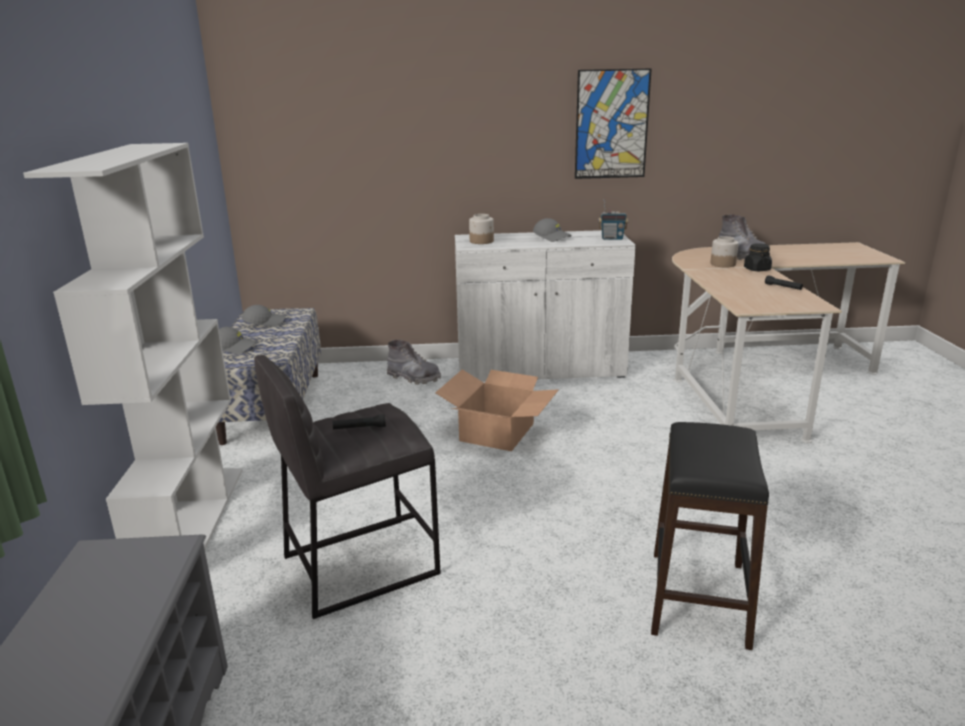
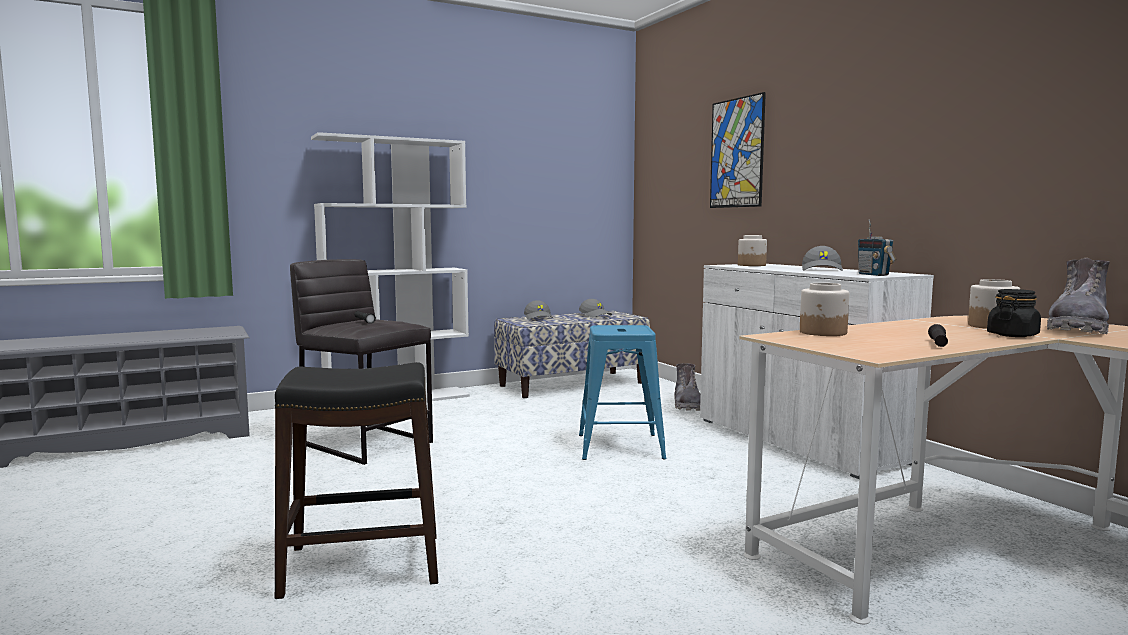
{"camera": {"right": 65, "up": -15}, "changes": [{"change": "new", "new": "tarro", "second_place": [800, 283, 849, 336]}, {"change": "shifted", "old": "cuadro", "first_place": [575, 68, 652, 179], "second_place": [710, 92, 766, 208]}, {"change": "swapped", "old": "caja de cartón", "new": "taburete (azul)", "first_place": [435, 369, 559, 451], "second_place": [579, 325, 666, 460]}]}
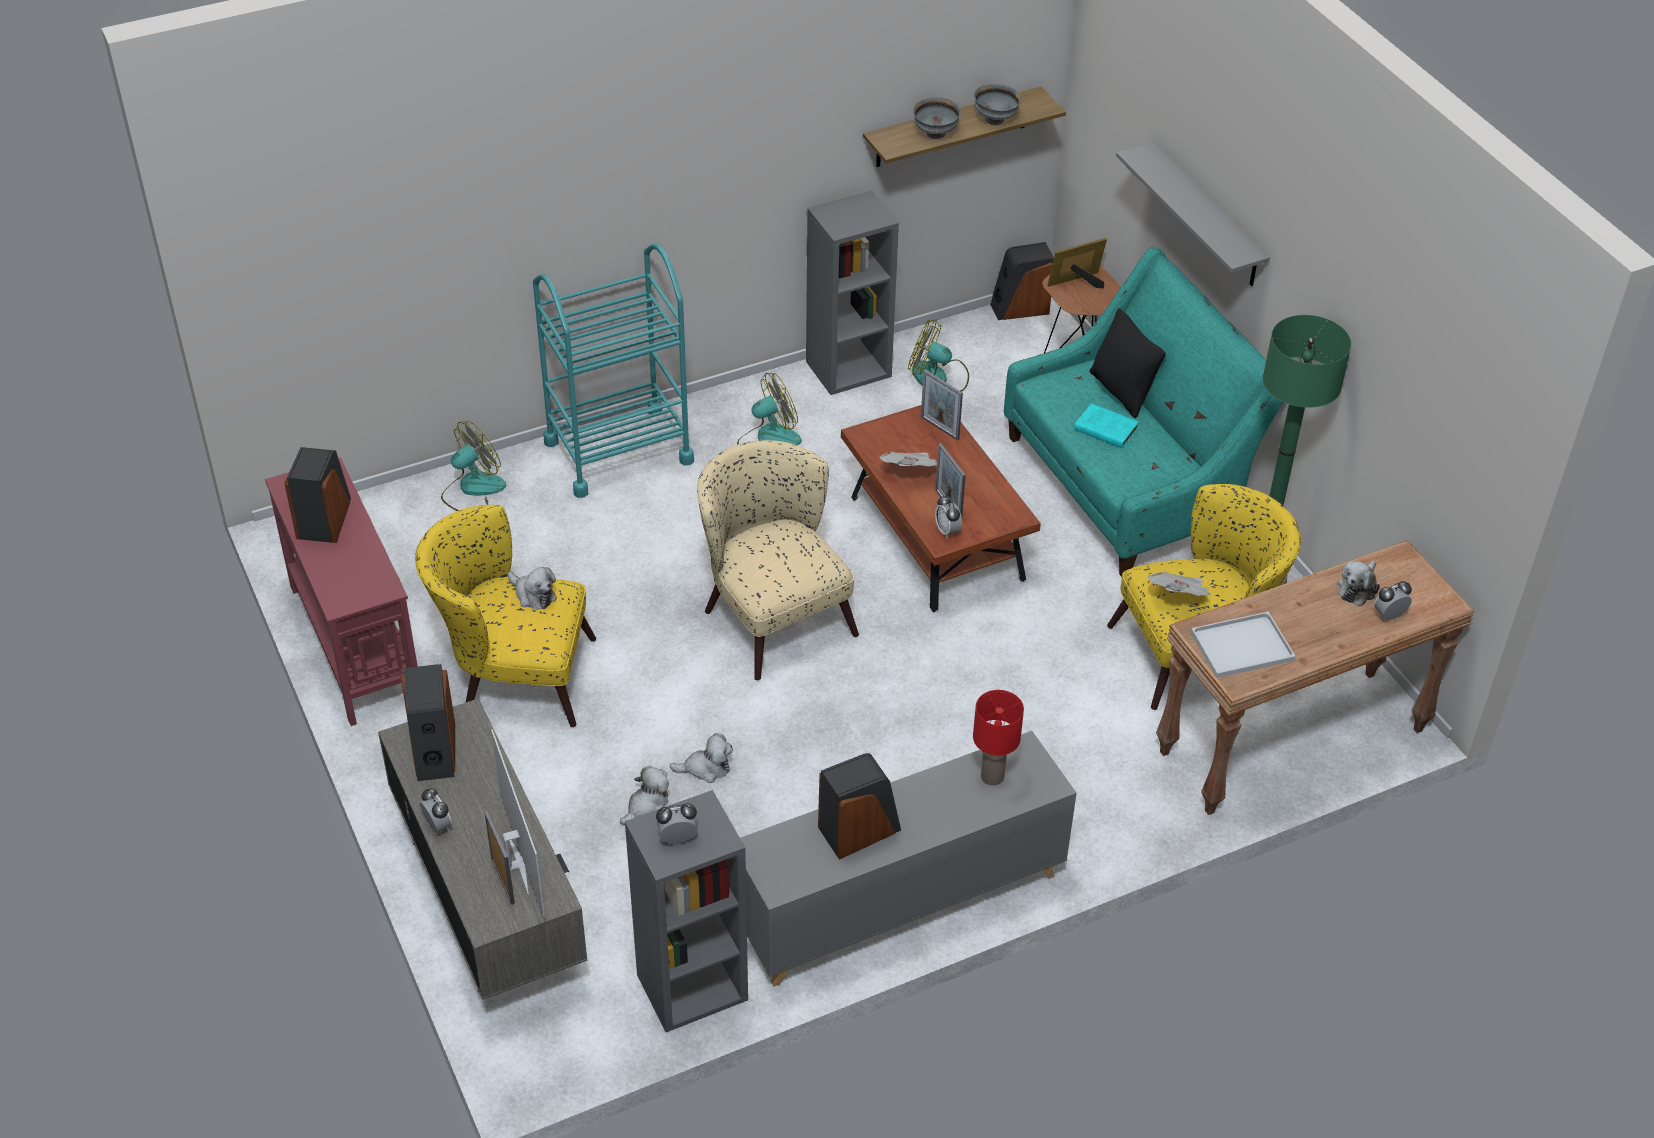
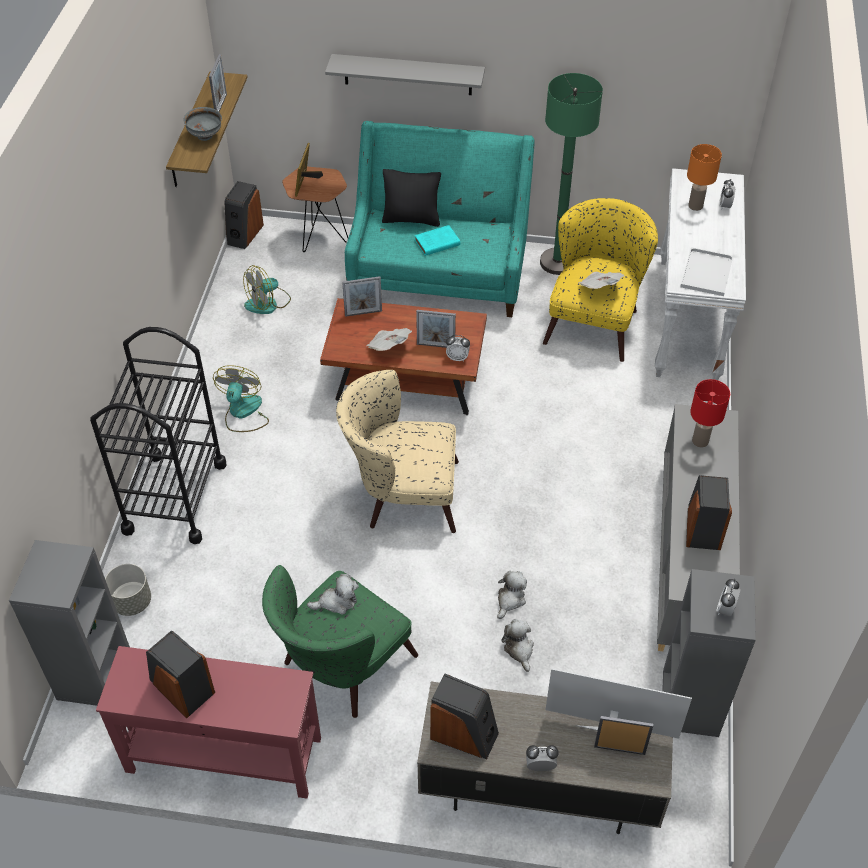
{"camera": {"right": -55, "up": 5}, "changes": [{"change": "shifted", "old": "estantería (gris)", "first_place": [806, 191, 899, 395], "second_place": [9, 540, 130, 706]}, {"change": "swapped", "old": "ventilador", "new": "maceta (gris)", "first_place": [441, 421, 506, 511], "second_place": [105, 564, 151, 616]}, {"change": "swapped", "old": "cuenco (gris)", "new": "portarretratos", "first_place": [974, 84, 1022, 125], "second_place": [209, 54, 227, 112]}, {"change": "swapped", "old": "peluche", "new": "lámpara de mesa (naranja)", "first_place": [1337, 561, 1380, 606], "second_place": [687, 144, 722, 211]}, {"change": "repainted", "old": "sillón (amarillo)", "new": "sillón (verde)", "first_place": [415, 505, 596, 727], "second_place": [262, 565, 418, 718]}, {"change": "repainted", "old": "carrito (turquesa)", "new": "carrito (negro)", "first_place": [533, 244, 694, 498], "second_place": [90, 327, 227, 544]}, {"change": "repainted", "old": "mesa consola (marrón)", "new": "mesa consola (blanco)", "first_place": [1156, 540, 1475, 815], "second_place": [655, 168, 746, 380]}]}
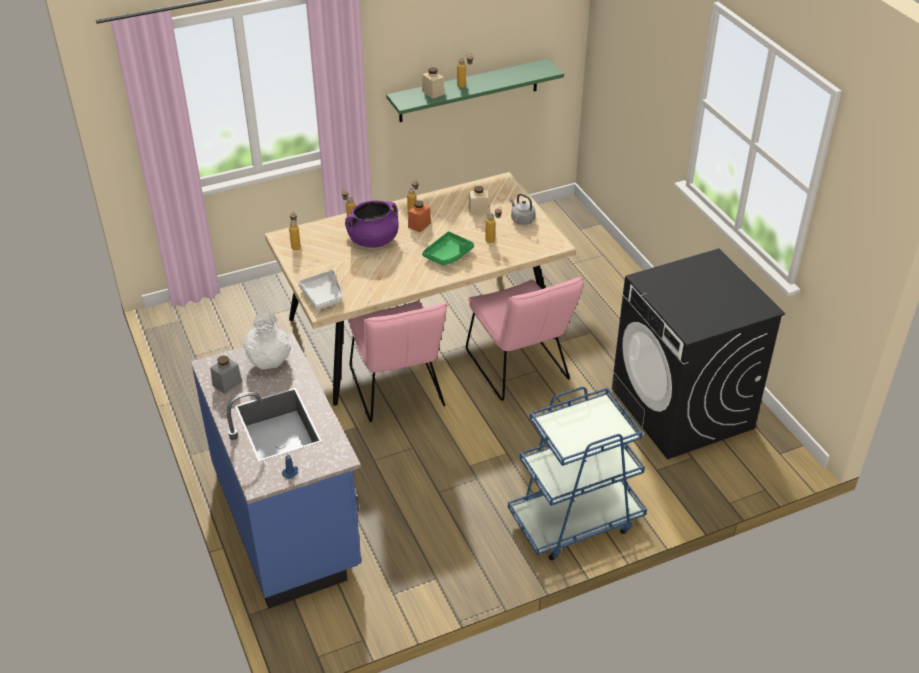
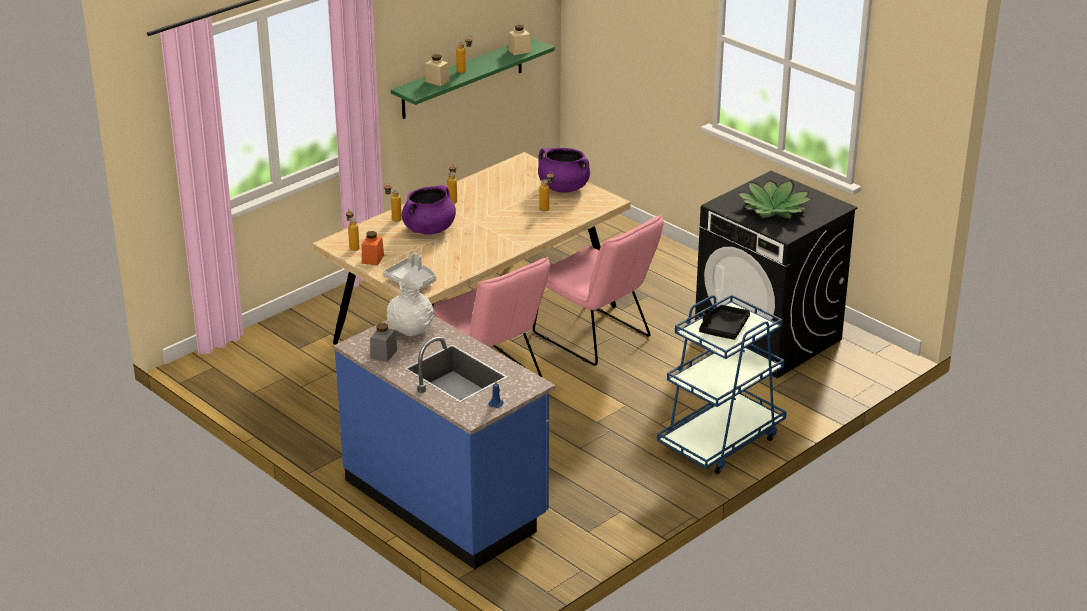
{"camera": {"right": -20, "up": -10}, "changes": [{"change": "gone", "old": "bandeja (verde)", "first_place": [422, 231, 474, 265]}, {"change": "new", "new": "bandeja (negro)", "second_place": [699, 305, 750, 340]}, {"change": "new", "new": "planta en maceta", "second_place": [737, 180, 812, 219]}, {"change": "shifted", "old": "tarro (naranja)", "first_place": [408, 200, 431, 233], "second_place": [362, 231, 384, 266]}, {"change": "shifted", "old": "tarro (beis)", "first_place": [469, 186, 489, 215], "second_place": [508, 25, 531, 55]}, {"change": "swapped", "old": "hervidor (gris)", "new": "olla (morado)", "first_place": [510, 194, 535, 225], "second_place": [538, 148, 590, 193]}]}
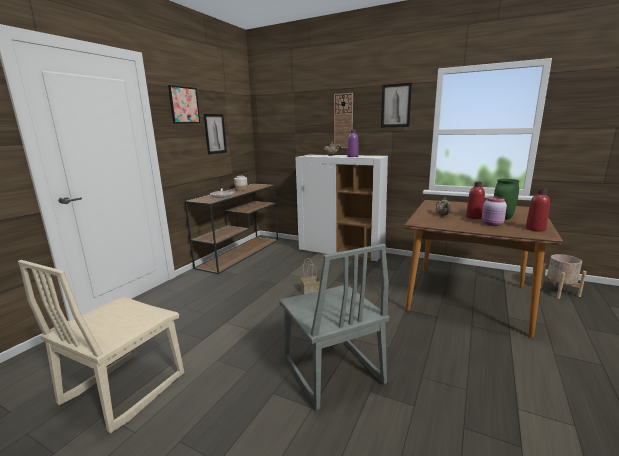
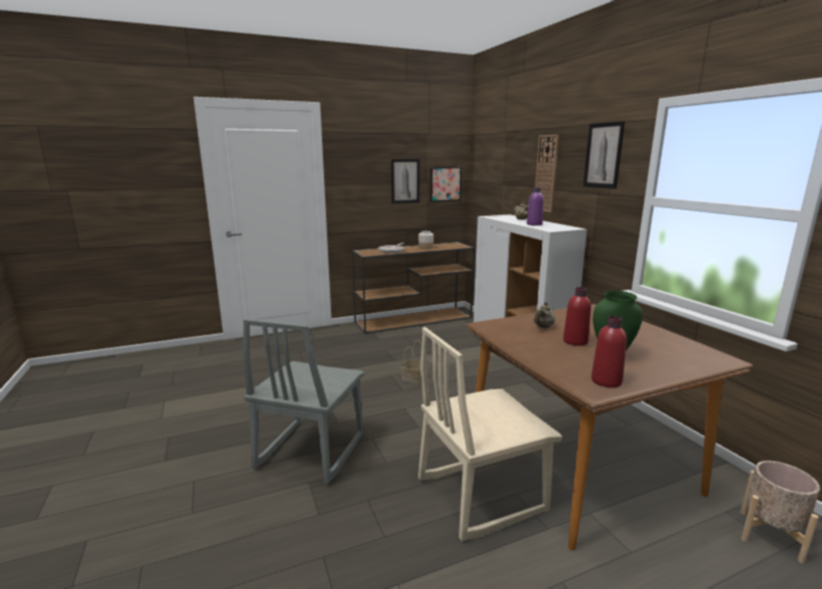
{"camera": {"right": 40, "up": 0}, "changes": [{"change": "gone", "old": "tarro (rosa)", "first_place": [482, 196, 507, 226]}, {"change": "shifted", "old": "silla (beis)", "first_place": [18, 260, 184, 434], "second_place": [418, 327, 562, 541]}, {"change": "shifted", "old": "cuadro", "first_place": [168, 85, 200, 123], "second_place": [430, 167, 462, 202]}]}
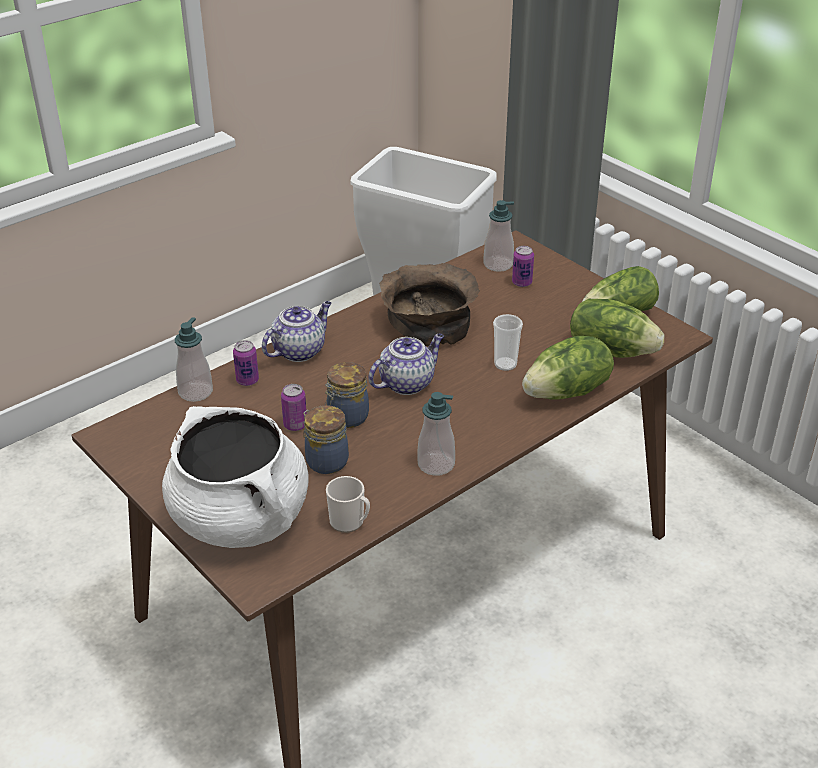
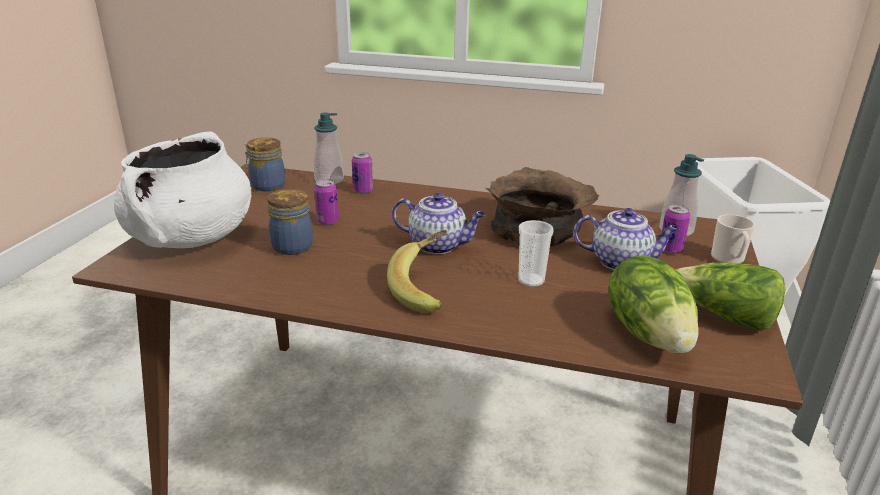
{"camera": {"right": 55, "up": -10}, "changes": [{"change": "gone", "old": "dispensador de jabón", "first_place": [418, 392, 455, 476]}, {"change": "gone", "old": "lechuga", "first_place": [522, 336, 614, 400]}, {"change": "new", "new": "plátano", "second_place": [387, 230, 448, 313]}, {"change": "shifted", "old": "tetera", "first_place": [262, 301, 331, 362], "second_place": [573, 208, 680, 270]}, {"change": "shifted", "old": "tarro", "first_place": [325, 362, 369, 428], "second_place": [245, 137, 285, 191]}, {"change": "shifted", "old": "taza grande", "first_place": [326, 476, 370, 533], "second_place": [711, 214, 755, 264]}]}
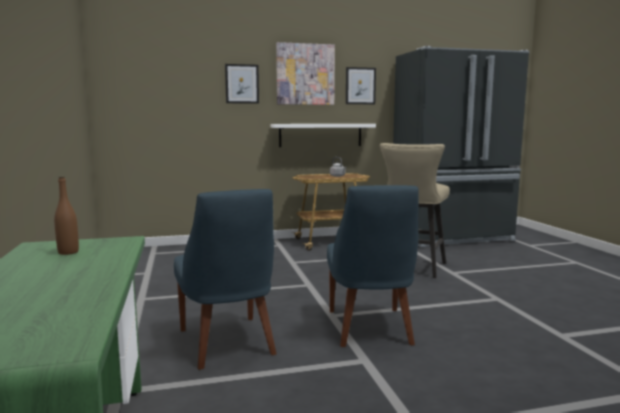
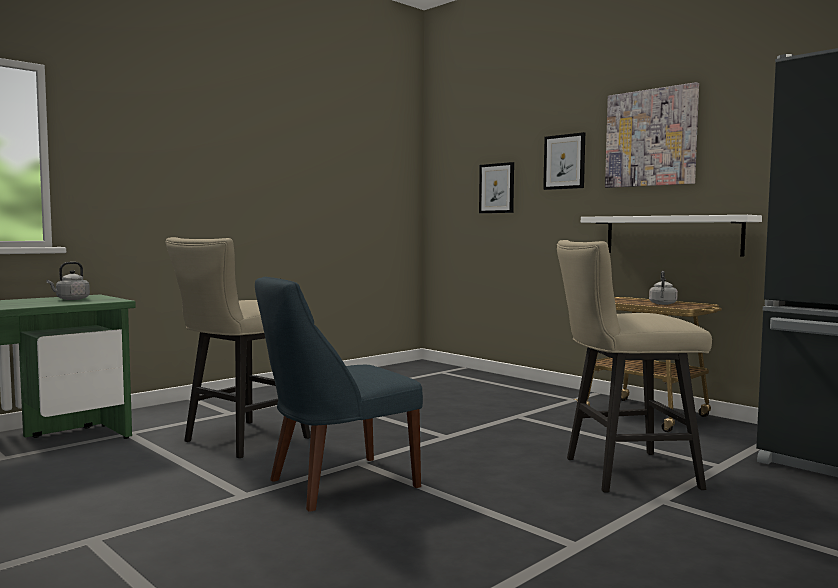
{"camera": {"right": 60, "up": -5}, "changes": [{"change": "shifted", "old": "cuadro", "first_place": [346, 67, 376, 104], "second_place": [479, 162, 514, 213]}, {"change": "swapped", "old": "botella (marrón)", "new": "hervidor (gris)", "first_place": [54, 177, 79, 255], "second_place": [46, 262, 90, 300]}, {"change": "swapped", "old": "silla (azul)", "new": "taburete (beis)", "first_place": [174, 189, 277, 370], "second_place": [165, 237, 311, 458]}]}
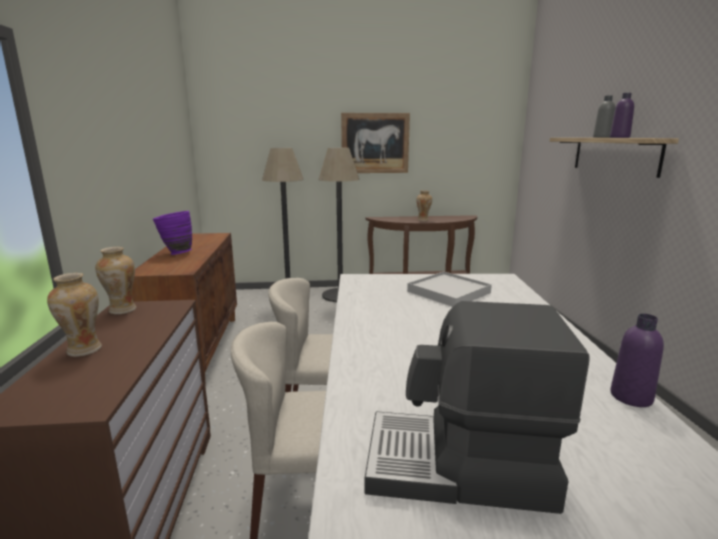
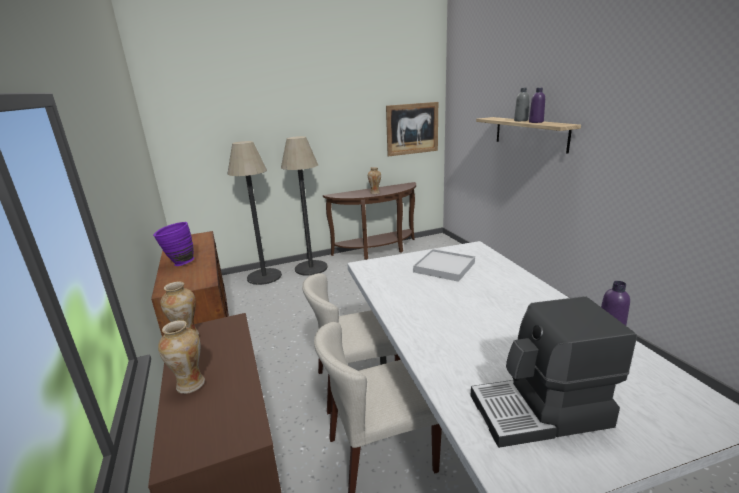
{"camera": {"right": -15, "up": 5}, "changes": [{"change": "shifted", "old": "cuadro", "first_place": [341, 113, 410, 173], "second_place": [386, 102, 438, 157]}]}
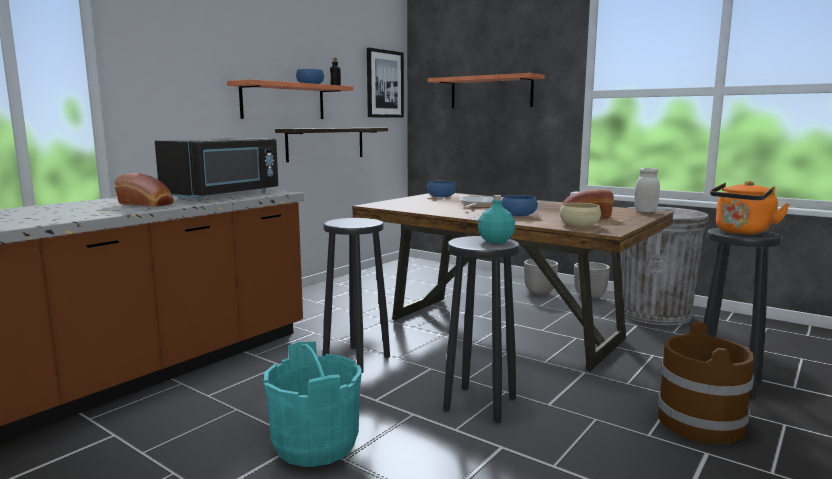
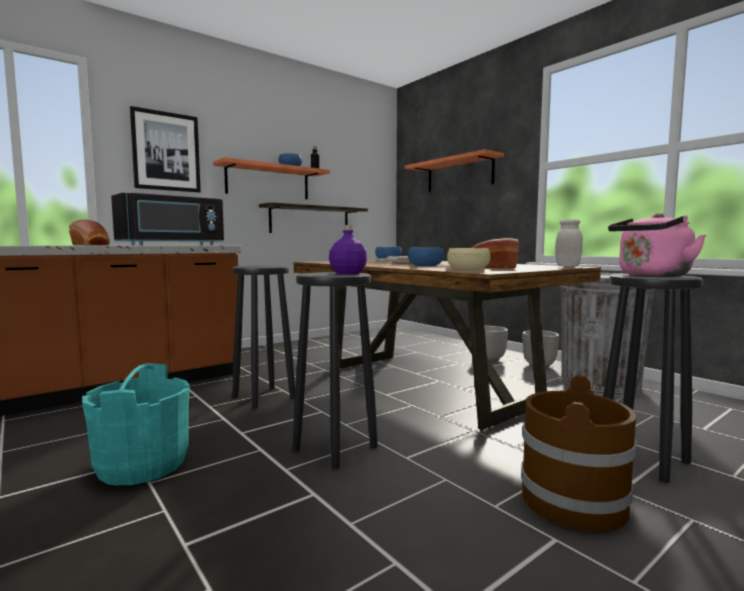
{"camera": {"right": 15, "up": -5}, "changes": [{"change": "shifted", "old": "cuadro", "first_place": [367, 47, 404, 118], "second_place": [130, 106, 201, 193]}, {"change": "repainted", "old": "botella (turquesa)", "new": "botella (morado)", "first_place": [478, 195, 516, 243], "second_place": [329, 225, 367, 274]}, {"change": "repainted", "old": "hervidor (naranja)", "new": "hervidor (rosa)", "first_place": [710, 181, 790, 235], "second_place": [608, 213, 706, 277]}]}
